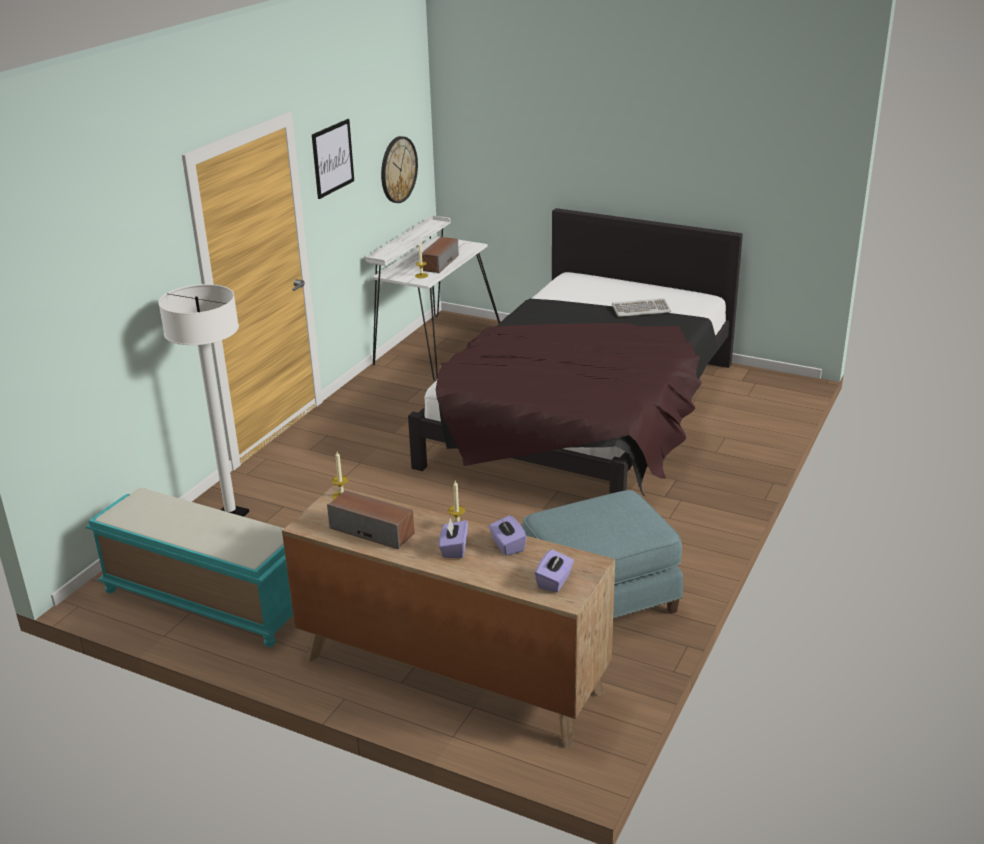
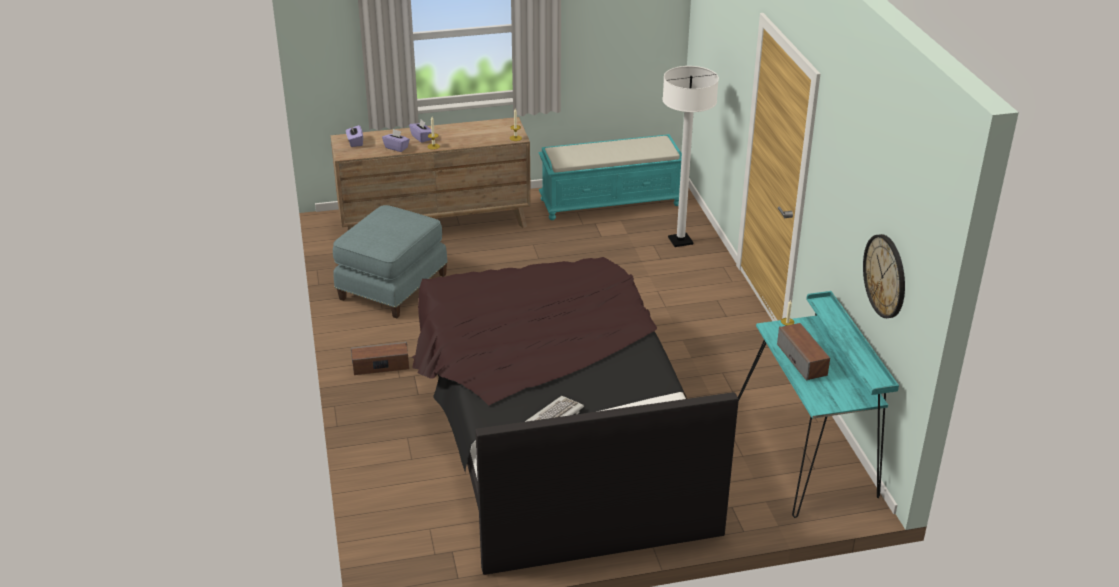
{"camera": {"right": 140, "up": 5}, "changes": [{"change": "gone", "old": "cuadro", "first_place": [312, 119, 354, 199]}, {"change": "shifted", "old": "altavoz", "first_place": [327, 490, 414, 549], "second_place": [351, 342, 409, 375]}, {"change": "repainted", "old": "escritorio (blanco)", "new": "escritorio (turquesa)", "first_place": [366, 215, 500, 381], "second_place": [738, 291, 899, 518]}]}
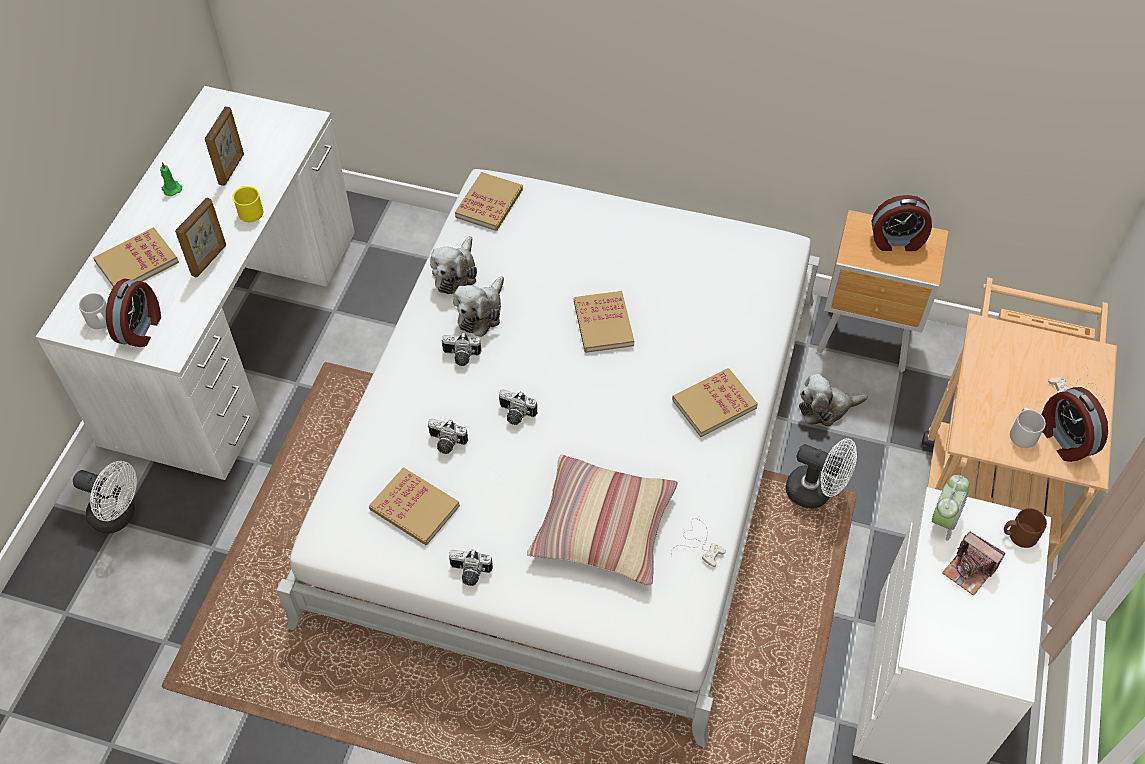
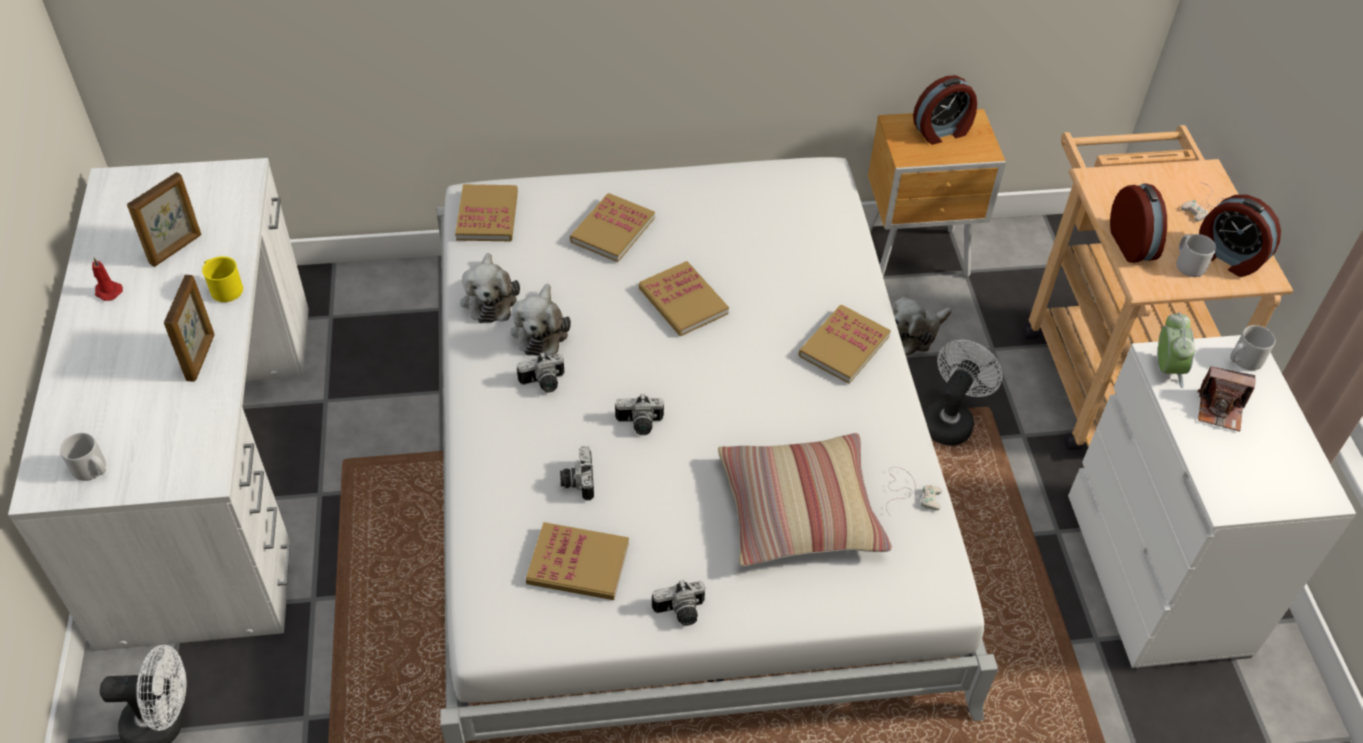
{"camera": {"right": -25, "up": -5}, "changes": [{"change": "shifted", "old": "libro", "first_place": [93, 227, 179, 287], "second_place": [570, 193, 655, 262]}, {"change": "shifted", "old": "despertador", "first_place": [106, 278, 161, 347], "second_place": [1110, 183, 1167, 263]}, {"change": "repainted", "old": "vela (verde)", "new": "vela (rojo)", "first_place": [160, 162, 182, 196], "second_place": [92, 258, 123, 301]}, {"change": "repainted", "old": "taza grande (marrón)", "new": "taza grande (gris)", "first_place": [1004, 508, 1047, 548], "second_place": [1230, 325, 1275, 370]}, {"change": "rotated", "old": "portarretratos", "first_place": [205, 106, 244, 186], "second_place": [127, 172, 201, 267], "degrees": 45}, {"change": "rotated", "old": "cámara", "first_place": [428, 418, 468, 454], "second_place": [560, 446, 594, 501], "degrees": 90}, {"change": "rotated", "old": "ventilador (blanco)", "first_place": [786, 438, 857, 509], "second_place": [924, 340, 1003, 446], "degrees": -60}]}
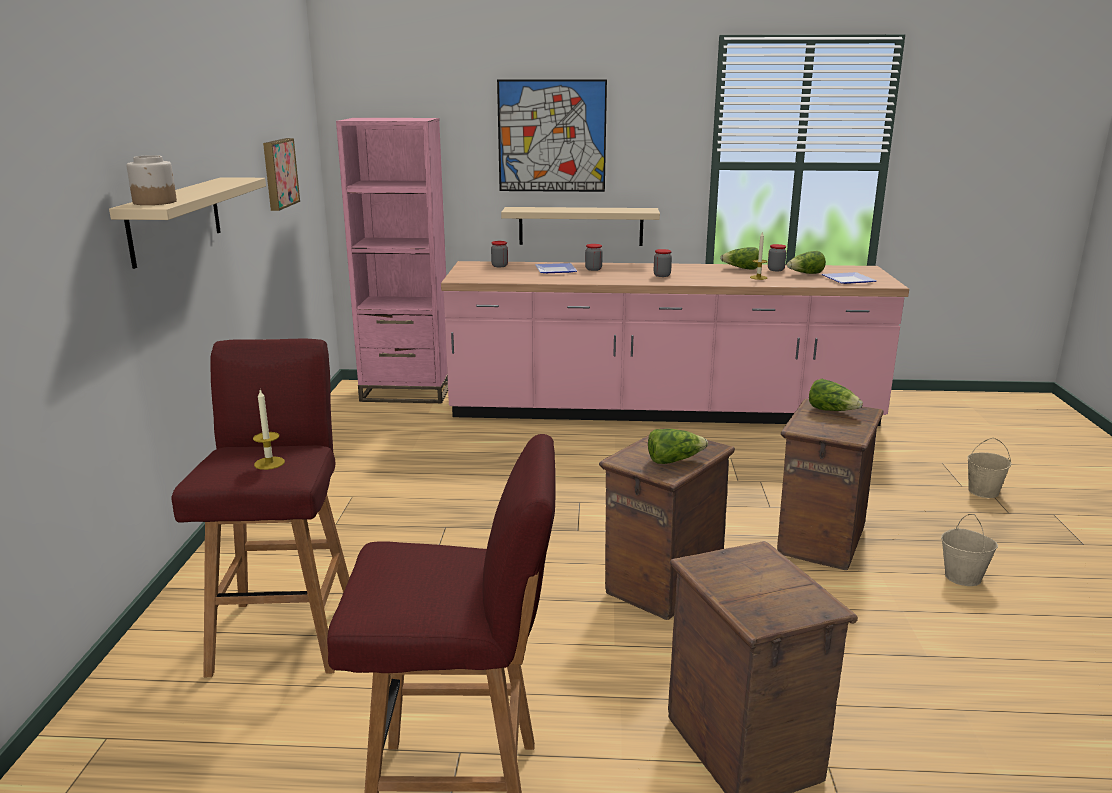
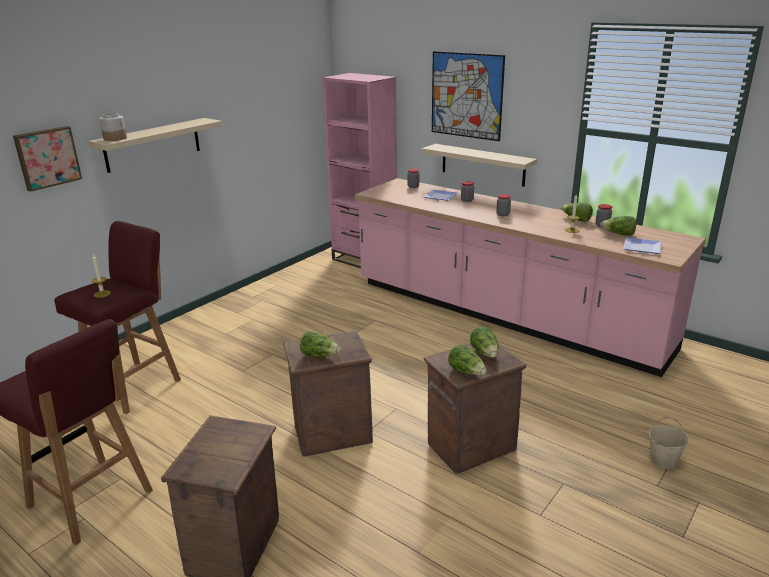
{"camera": {"right": 35, "up": 5}, "changes": [{"change": "gone", "old": "cubo (beis)", "first_place": [941, 514, 998, 586]}, {"change": "new", "new": "lechuga", "second_place": [448, 345, 487, 375]}, {"change": "shifted", "old": "cuadro", "first_place": [263, 138, 300, 211], "second_place": [13, 126, 82, 192]}]}
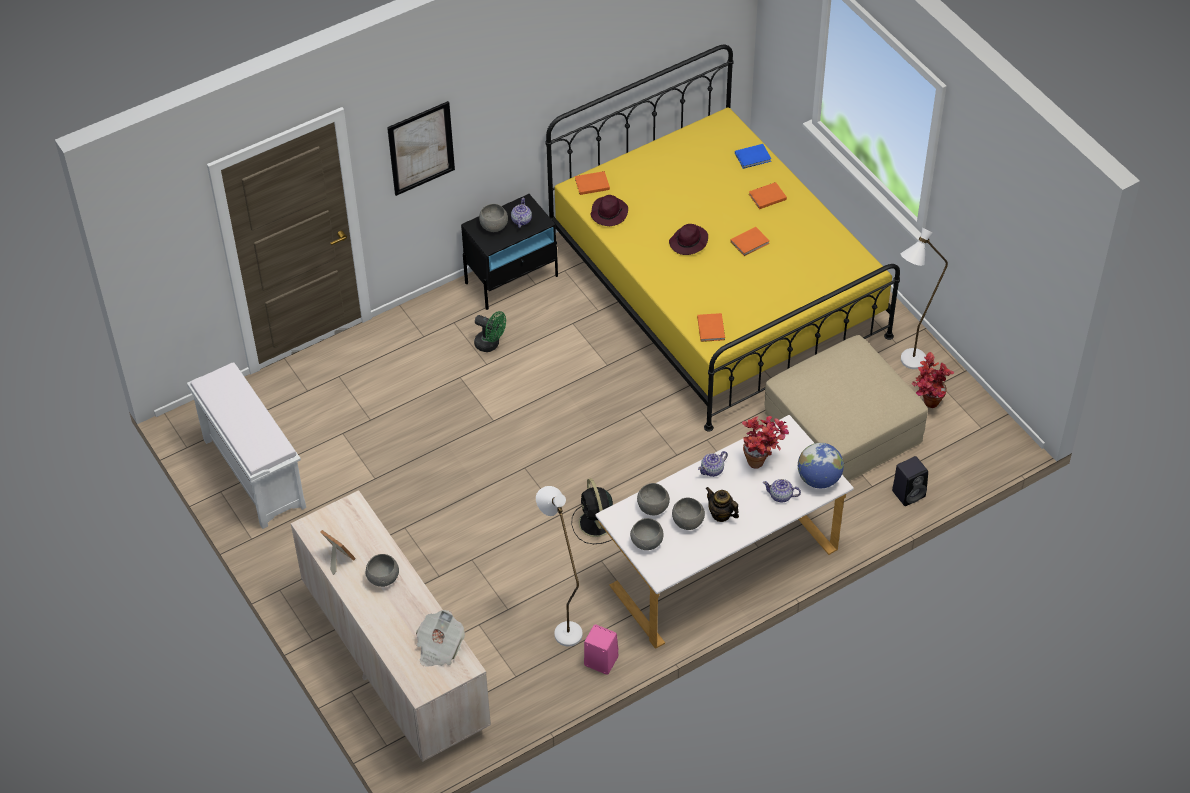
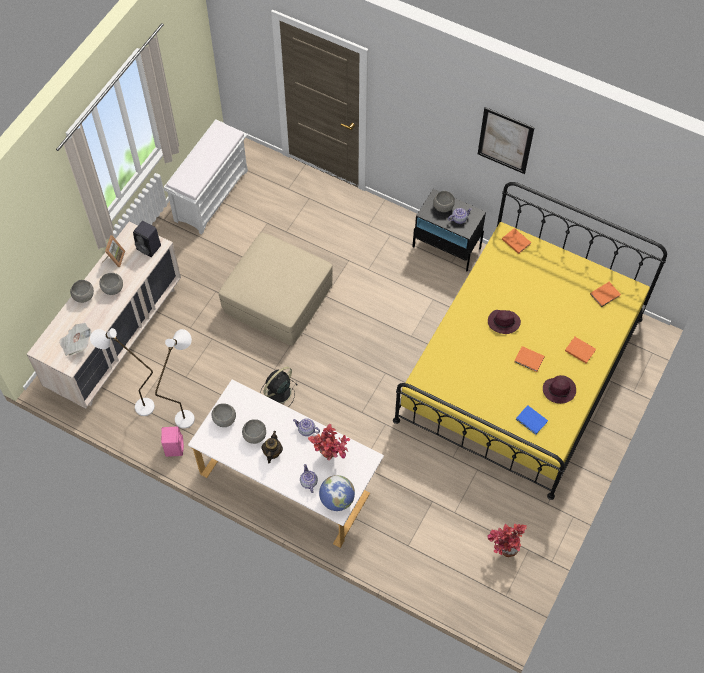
{"camera": {"right": 60, "up": 10}, "changes": [{"change": "gone", "old": "ventilador (verde)", "first_place": [474, 311, 506, 352]}, {"change": "shifted", "old": "cuadro", "first_place": [387, 101, 455, 196], "second_place": [478, 107, 535, 174]}, {"change": "shifted", "old": "sombrero (morado)", "first_place": [591, 195, 628, 226], "second_place": [543, 375, 576, 404]}, {"change": "shifted", "old": "cuenco (gris)", "first_place": [637, 483, 670, 515], "second_place": [70, 280, 94, 303]}, {"change": "shifted", "old": "libro (naranja)", "first_place": [697, 313, 725, 342], "second_place": [590, 282, 621, 307]}, {"change": "shifted", "old": "libro (azul)", "first_place": [735, 144, 771, 169], "second_place": [516, 405, 548, 435]}, {"change": "shifted", "old": "puf (beis)", "first_place": [765, 335, 928, 481], "second_place": [219, 233, 333, 346]}, {"change": "shifted", "old": "altavoz (negro)", "first_place": [892, 456, 928, 506], "second_place": [133, 221, 161, 257]}, {"change": "shifted", "old": "lámpara de pie (blanco)", "first_place": [901, 228, 948, 369], "second_place": [90, 328, 155, 416]}]}
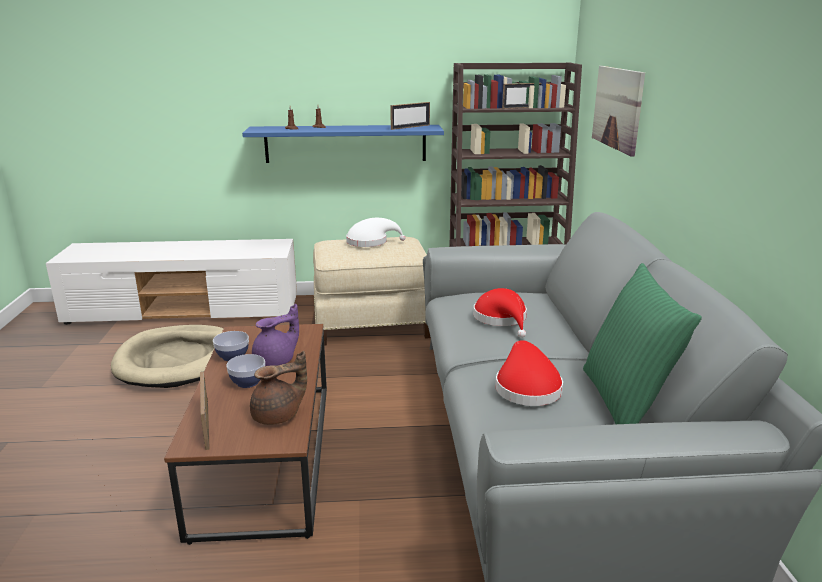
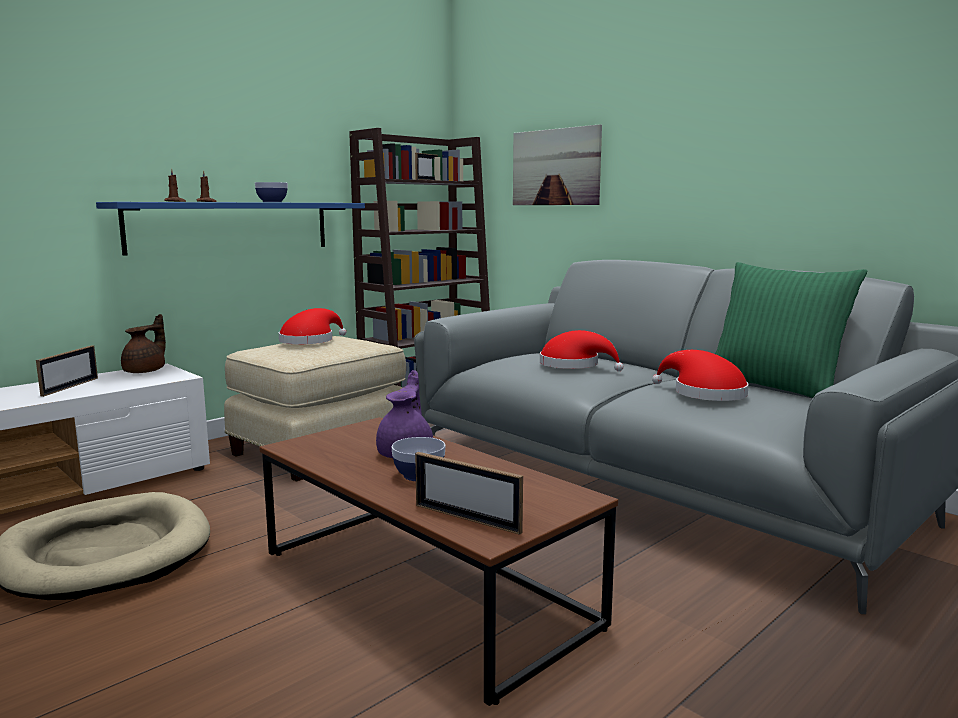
{"camera": {"right": -40, "up": -10}, "changes": [{"change": "shifted", "old": "cuenco", "first_place": [213, 331, 249, 361], "second_place": [255, 182, 288, 202]}, {"change": "shifted", "old": "tetera (marrón)", "first_place": [250, 351, 307, 425], "second_place": [121, 314, 166, 373]}, {"change": "shifted", "old": "portarretratos", "first_place": [390, 102, 430, 130], "second_place": [36, 345, 98, 397]}, {"change": "repainted", "old": "sombrero (blanco)", "new": "sombrero (rojo)", "first_place": [346, 218, 406, 247], "second_place": [279, 308, 346, 344]}]}
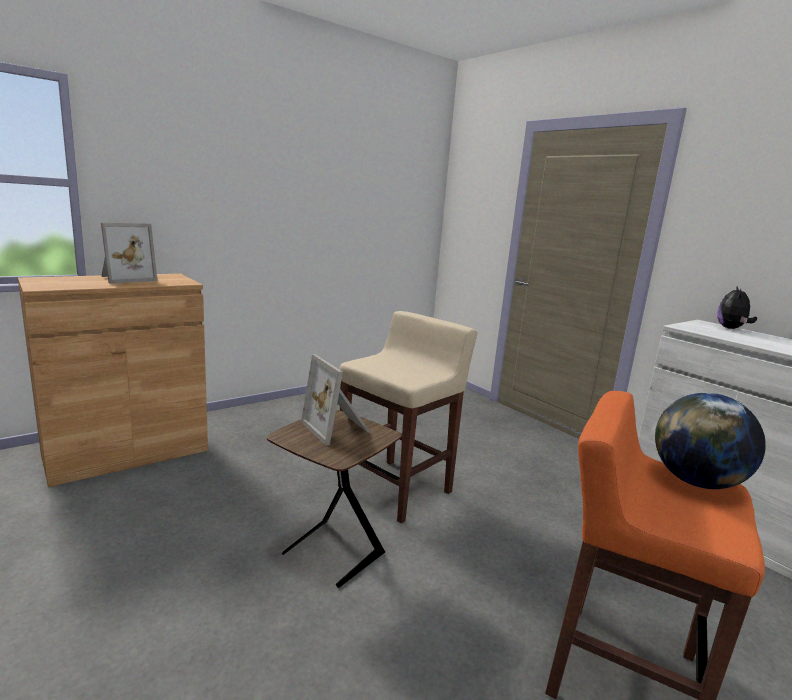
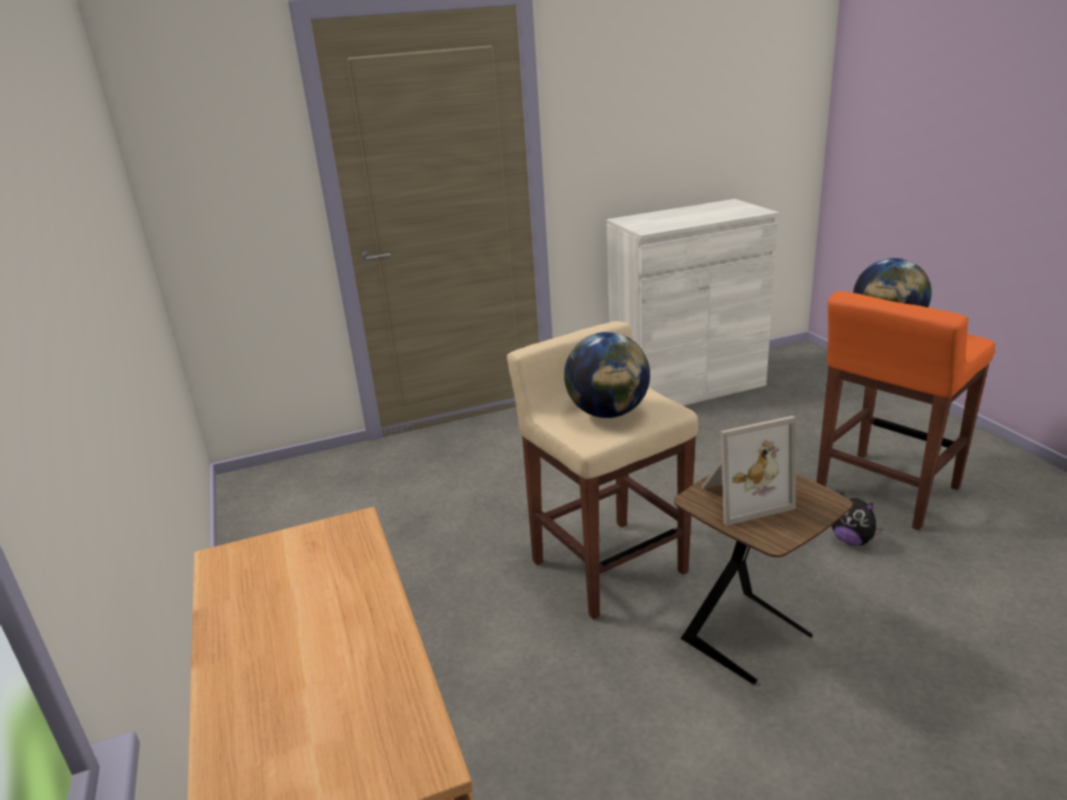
{"camera": {"right": -70, "up": 10}, "changes": [{"change": "gone", "old": "portarretratos", "first_place": [101, 223, 158, 284]}, {"change": "new", "new": "globo terráqueo", "second_place": [564, 332, 650, 418]}, {"change": "shifted", "old": "peluche", "first_place": [717, 287, 757, 329], "second_place": [832, 493, 883, 546]}]}
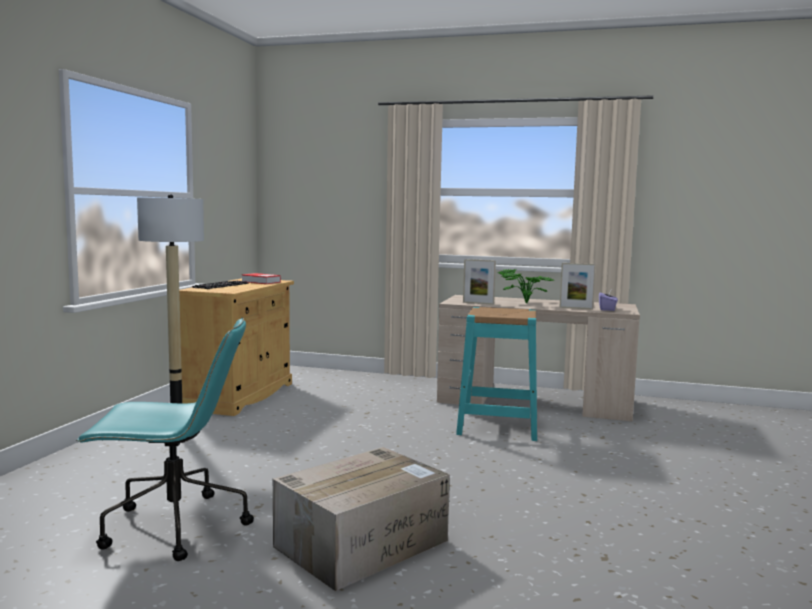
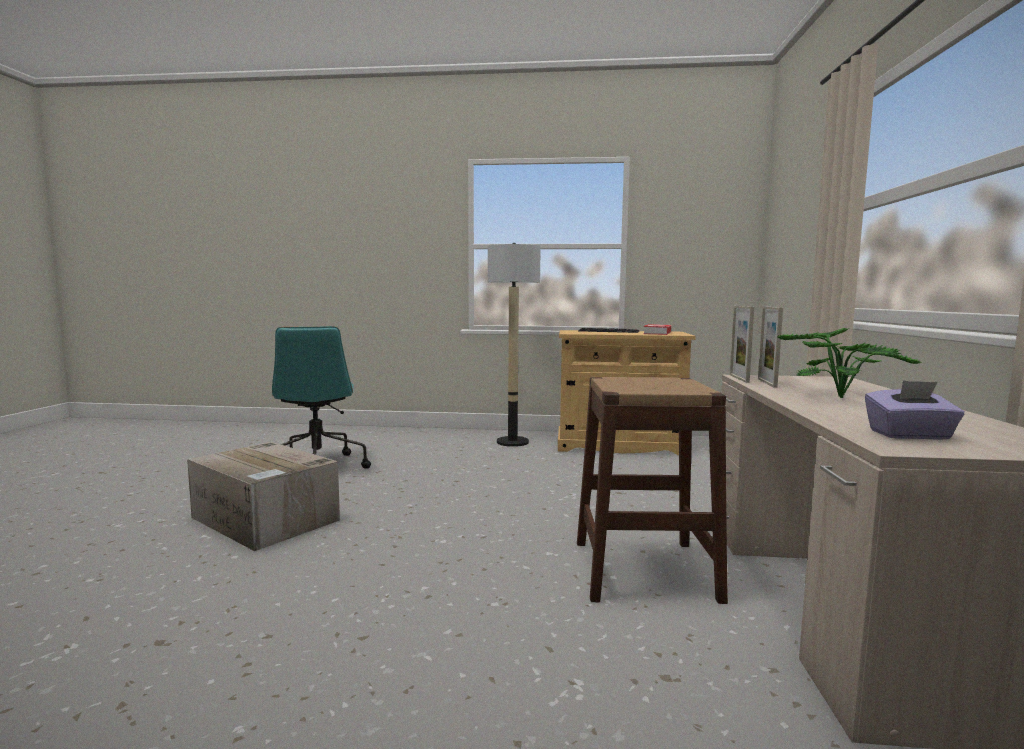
{"camera": {"right": 80, "up": 0}, "changes": [{"change": "shifted", "old": "portarretratos", "first_place": [559, 263, 596, 309], "second_place": [730, 306, 754, 383]}, {"change": "repainted", "old": "taburete (turquesa)", "new": "taburete (marrón)", "first_place": [456, 307, 537, 441], "second_place": [577, 377, 728, 604]}]}
